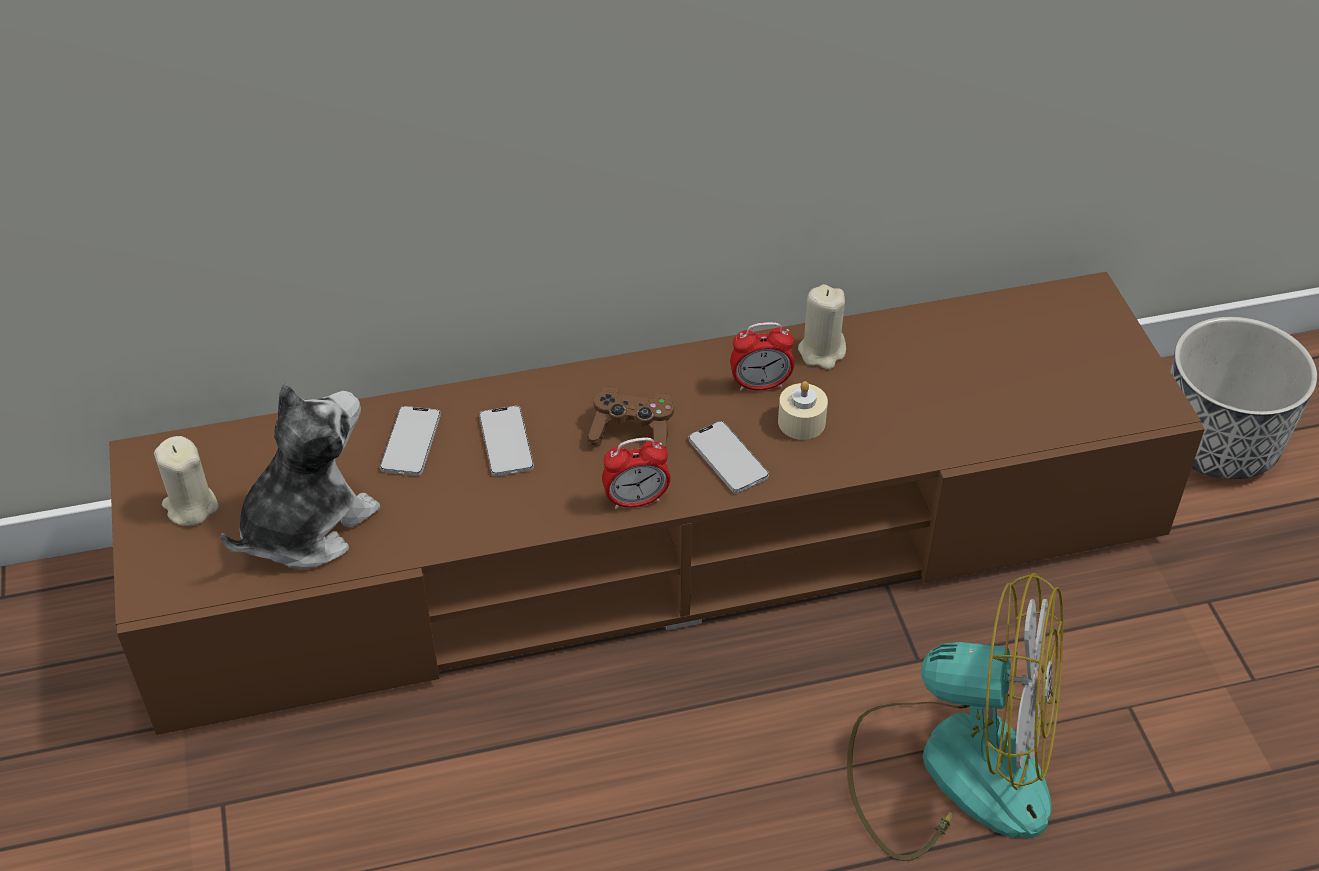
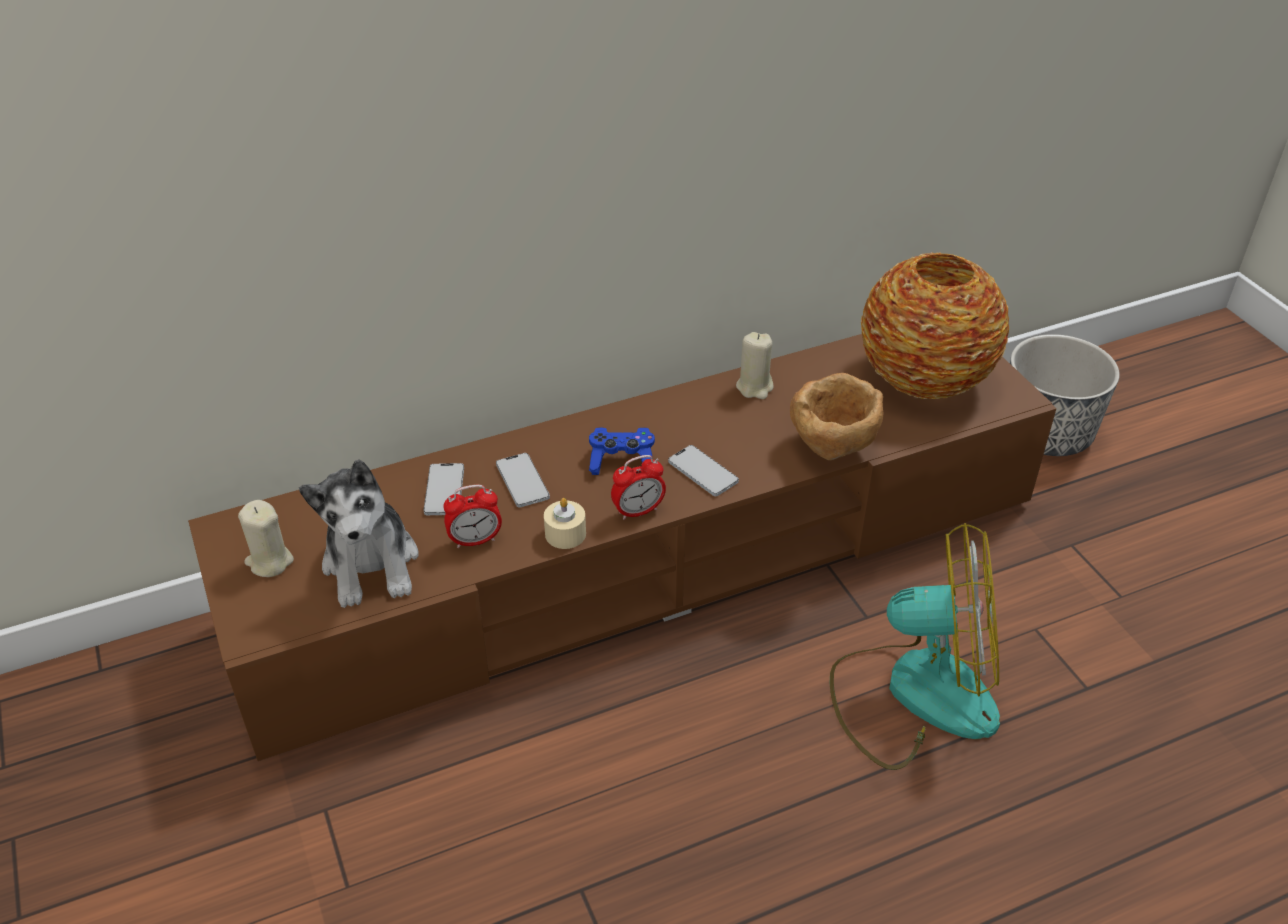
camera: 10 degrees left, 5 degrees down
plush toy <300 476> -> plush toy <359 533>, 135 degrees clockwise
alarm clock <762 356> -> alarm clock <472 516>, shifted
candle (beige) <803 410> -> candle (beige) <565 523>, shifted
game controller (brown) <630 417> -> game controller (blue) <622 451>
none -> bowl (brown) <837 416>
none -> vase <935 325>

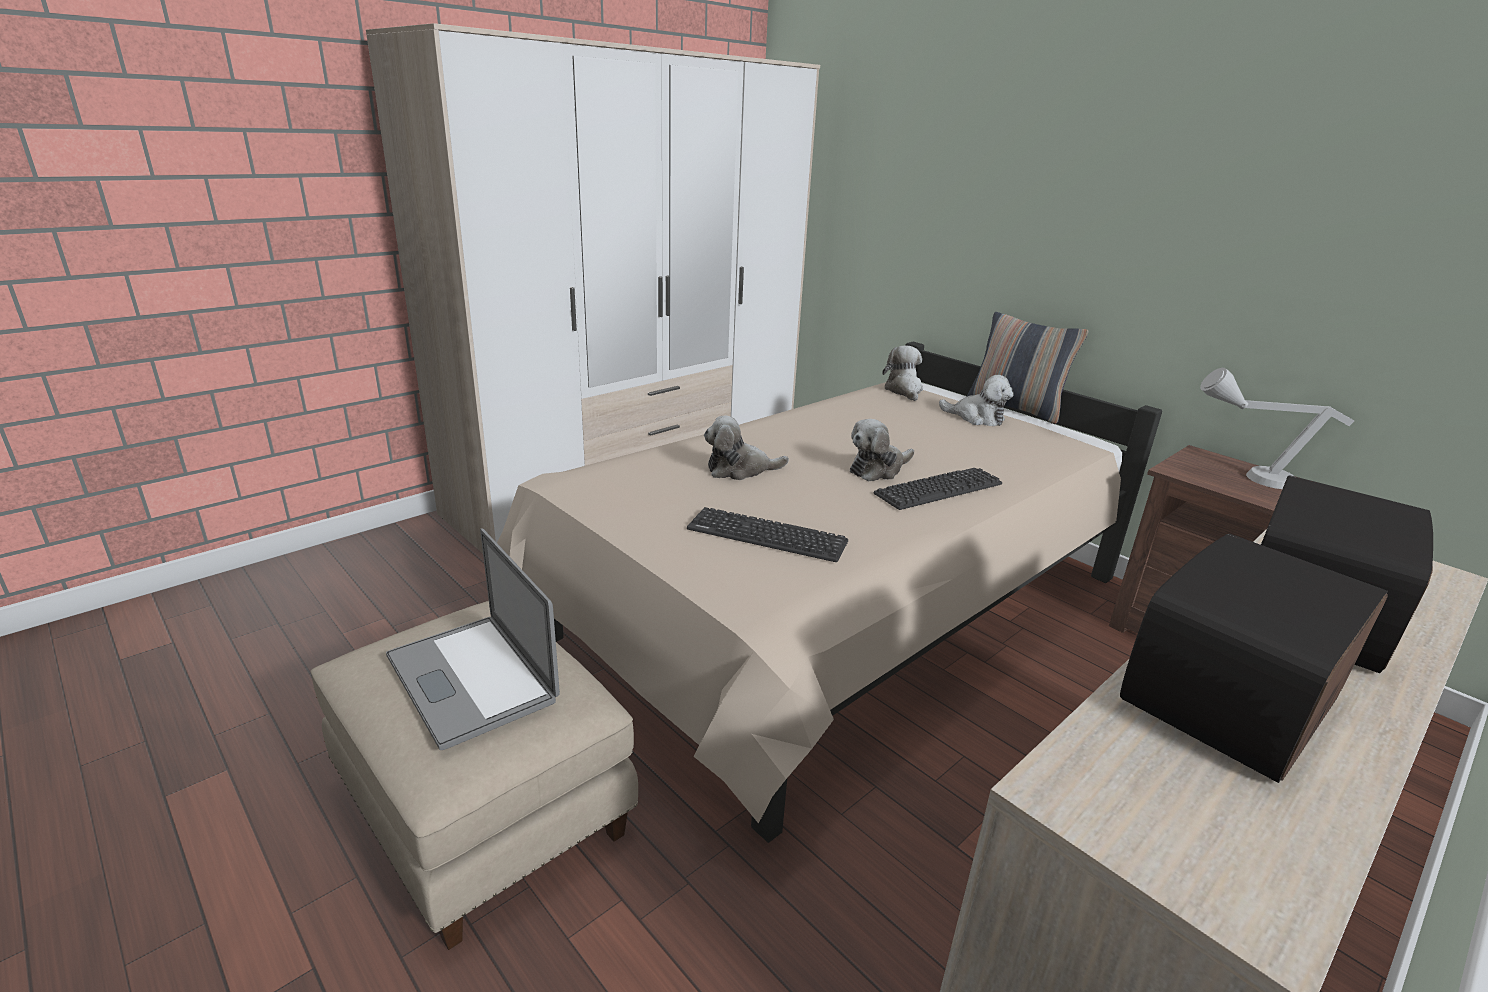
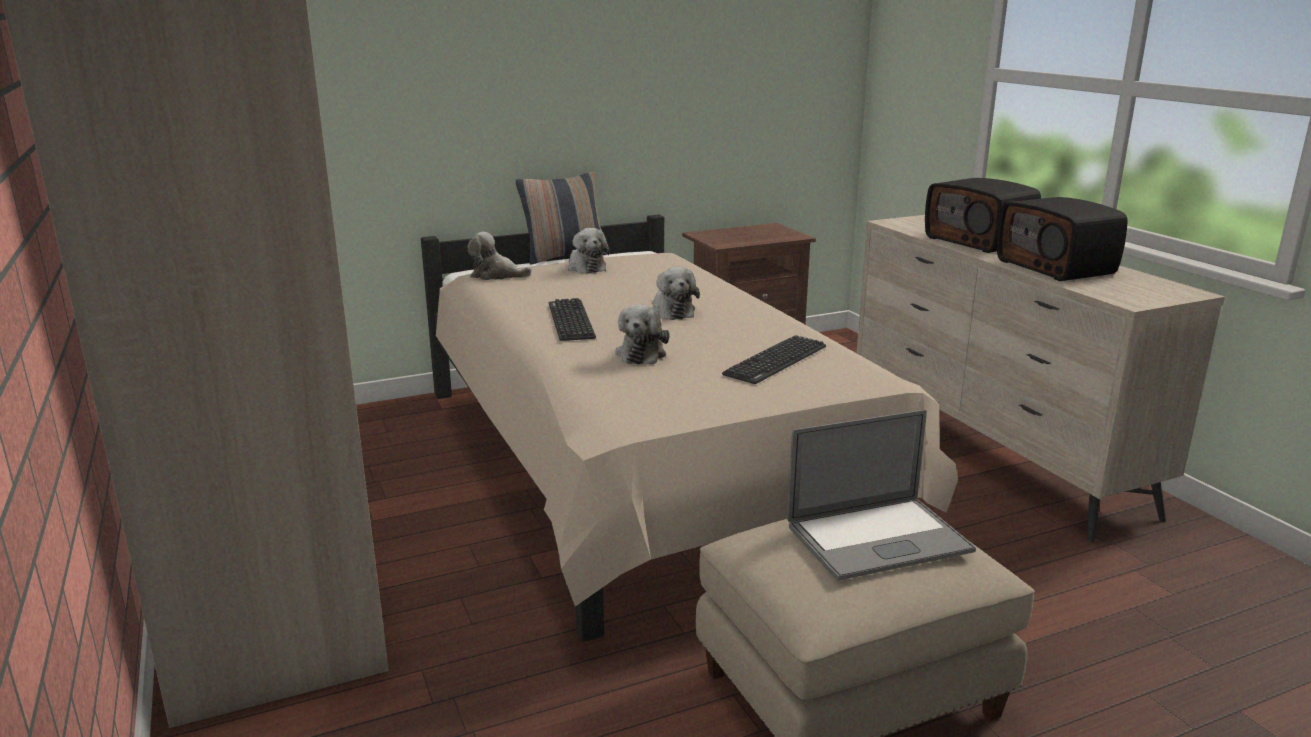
camera: 70 degrees left, 5 degrees down
keyboard <938 489> -> keyboard <572 319>, shifted
plush toy <976 400> -> plush toy <589 251>, 105 degrees clockwise
table lamp (grey) <1277 428> -> none

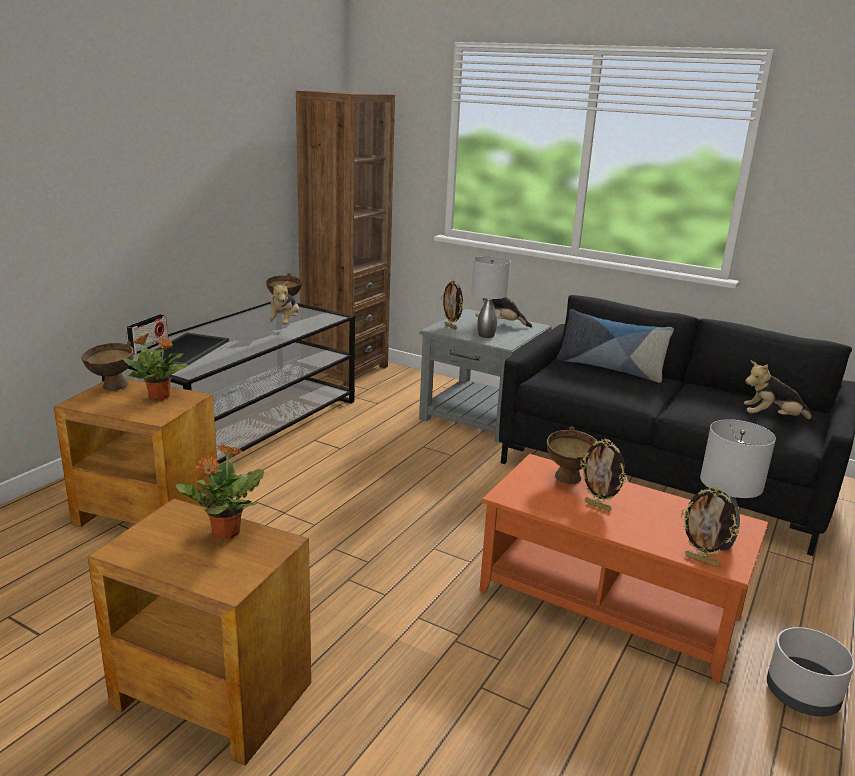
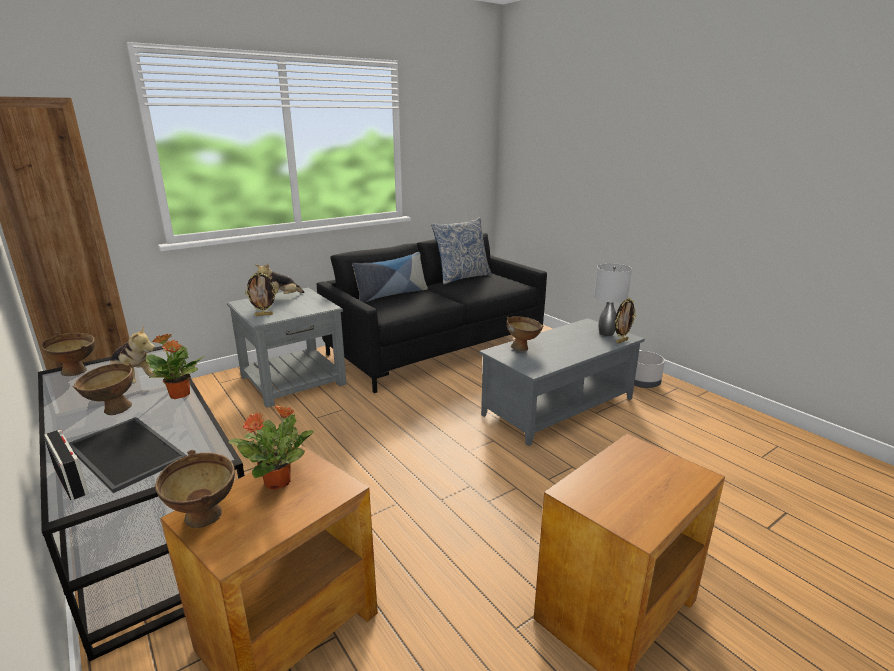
camera: 65 degrees left, 0 degrees up
none -> bowl (brown) <102 389>
potted plant <220 491> -> potted plant <175 366>, shifted
none -> pillow <461 251>
coffee table (orange) <624 569> -> coffee table (grey) <562 382>
table lamp (grey) <491 297> -> none
picture frame <603 475> -> none
plush toy <779 391> -> none

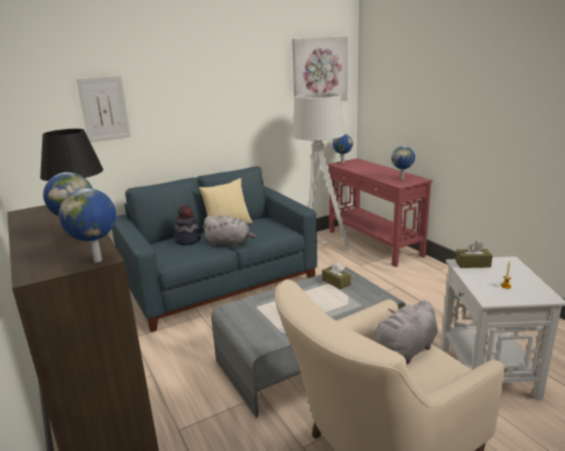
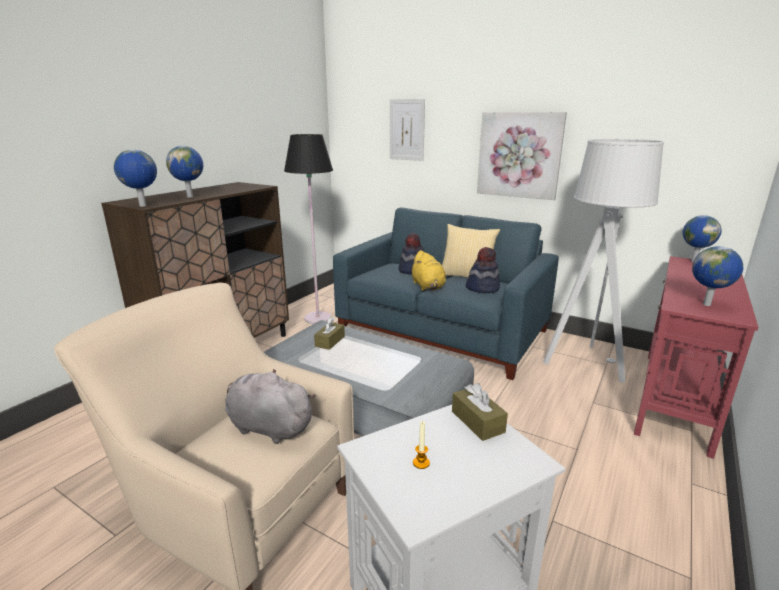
camera: 60 degrees right, 0 degrees up
tissue box (brown) <336 276> -> tissue box (brown) <329 333>, shifted
plush toy (grey) <229 231> -> plush toy (yellow) <428 270>
none -> hat <483 270>
picture <320 68> -> picture <522 156>, shifted

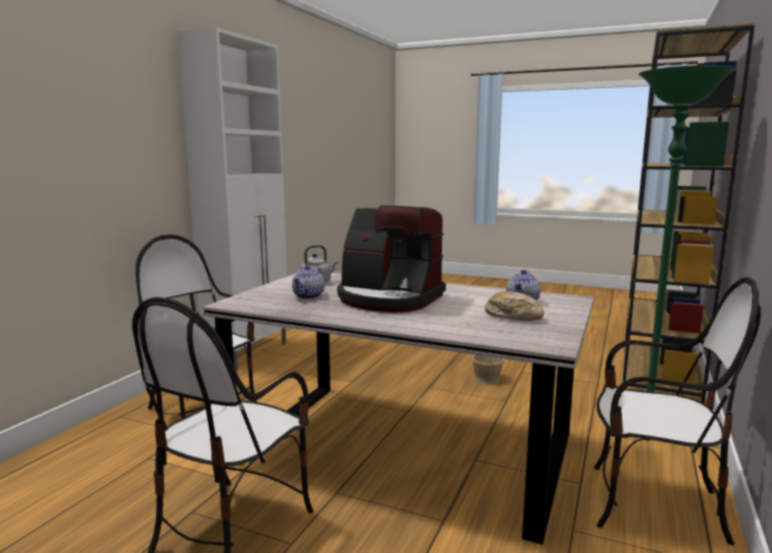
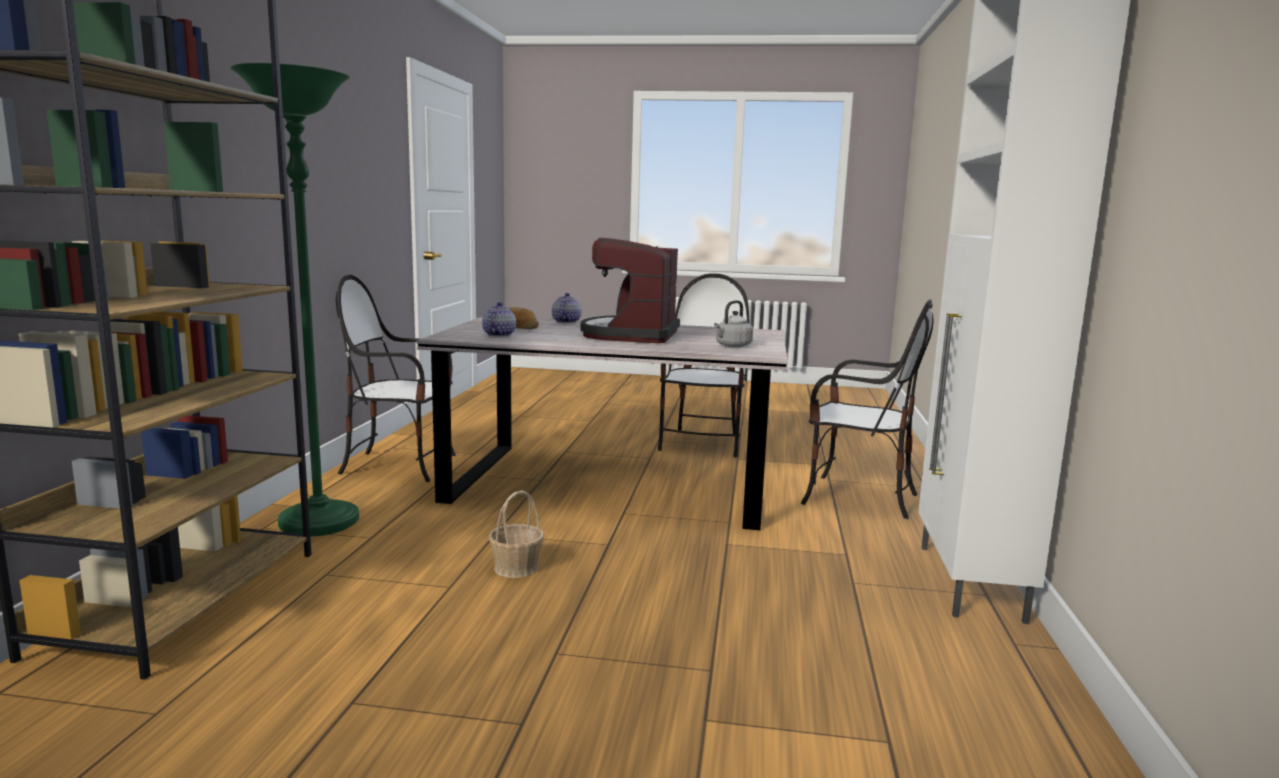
camera: 165 degrees right, 0 degrees up
teapot <308 282> -> teapot <567 308>, shifted
coffee machine <391 258> -> coffee machine <630 290>, 90 degrees counterclockwise

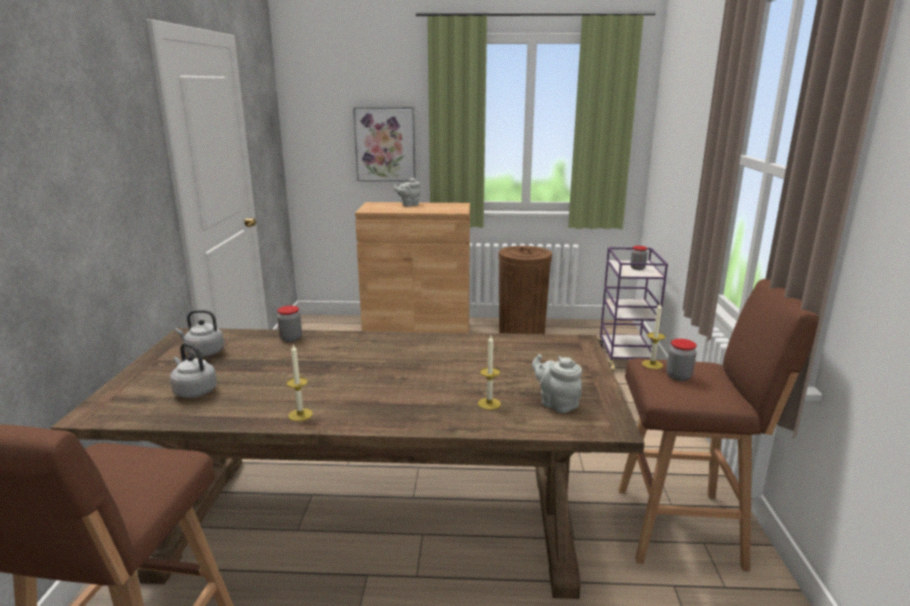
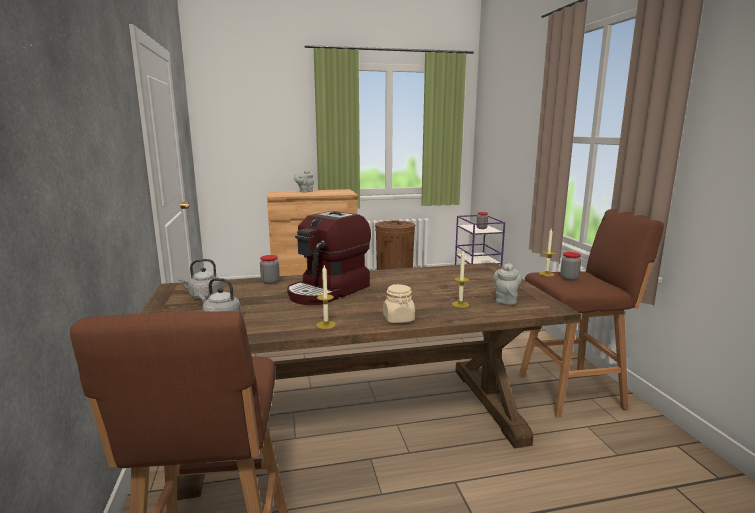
camera: 15 degrees left, 5 degrees down
none -> coffee machine <329 258>
none -> jar (beige) <399 303>
teapot (grey) <557 383> -> teapot (grey) <507 284>, 75 degrees clockwise
picture <384 144> -> none

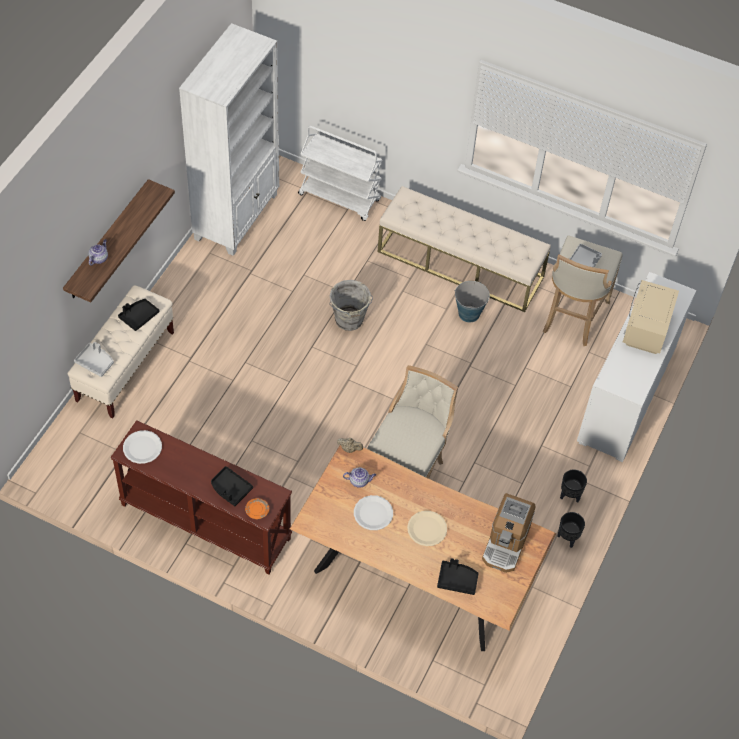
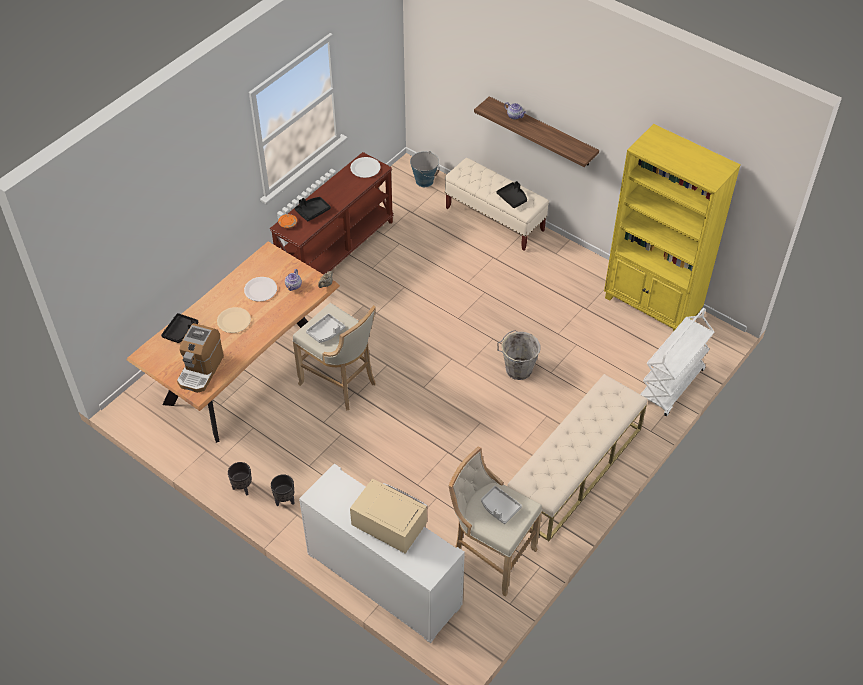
camera: 105 degrees right, 5 degrees down
coffee machine <509 533> -> coffee machine <200 358>, 105 degrees counterclockwise
tray (grey) <94 359> -> tray (grey) <325 328>, shifted
bucket <472 302> -> bucket <424 169>, shifted
bookcase (white) <229 139> -> bookcase (yellow) <672 228>

